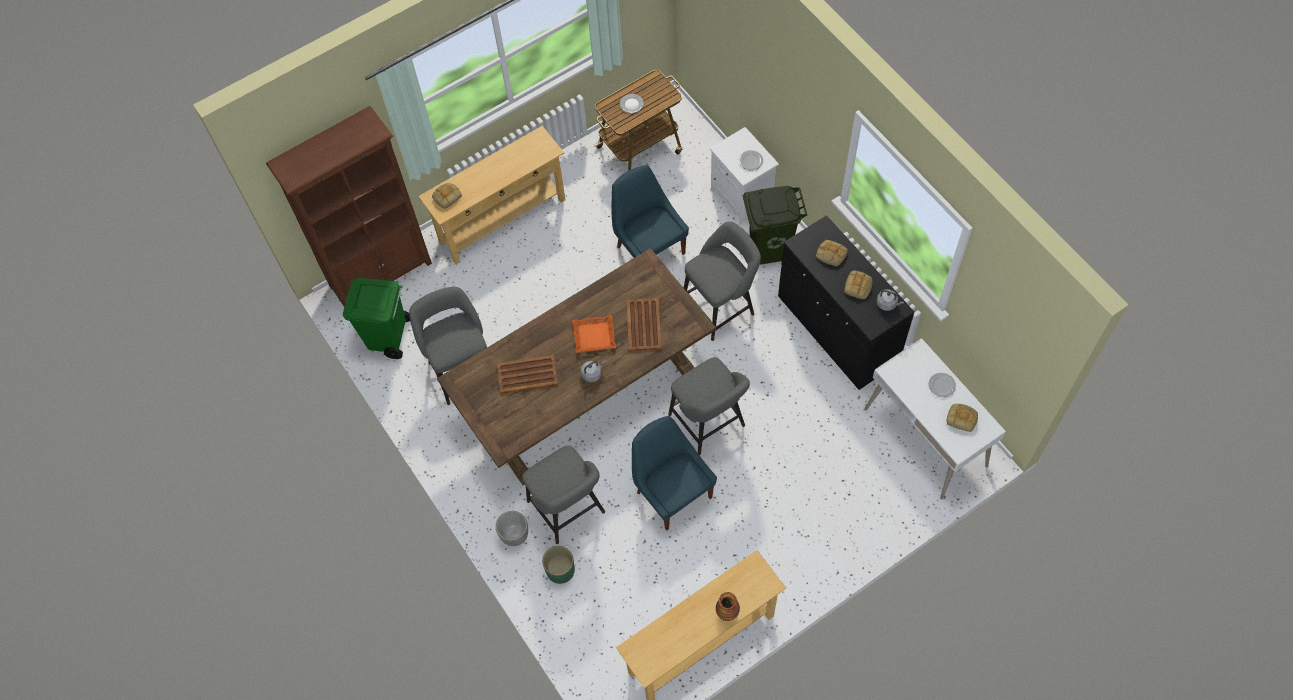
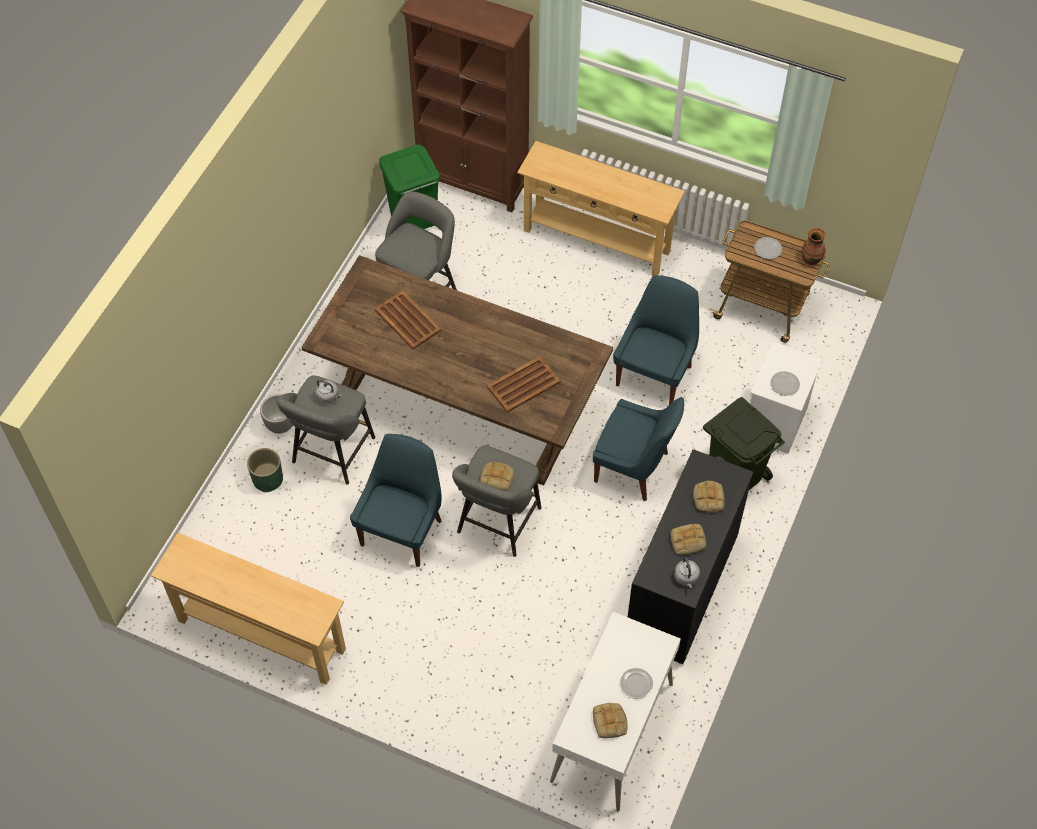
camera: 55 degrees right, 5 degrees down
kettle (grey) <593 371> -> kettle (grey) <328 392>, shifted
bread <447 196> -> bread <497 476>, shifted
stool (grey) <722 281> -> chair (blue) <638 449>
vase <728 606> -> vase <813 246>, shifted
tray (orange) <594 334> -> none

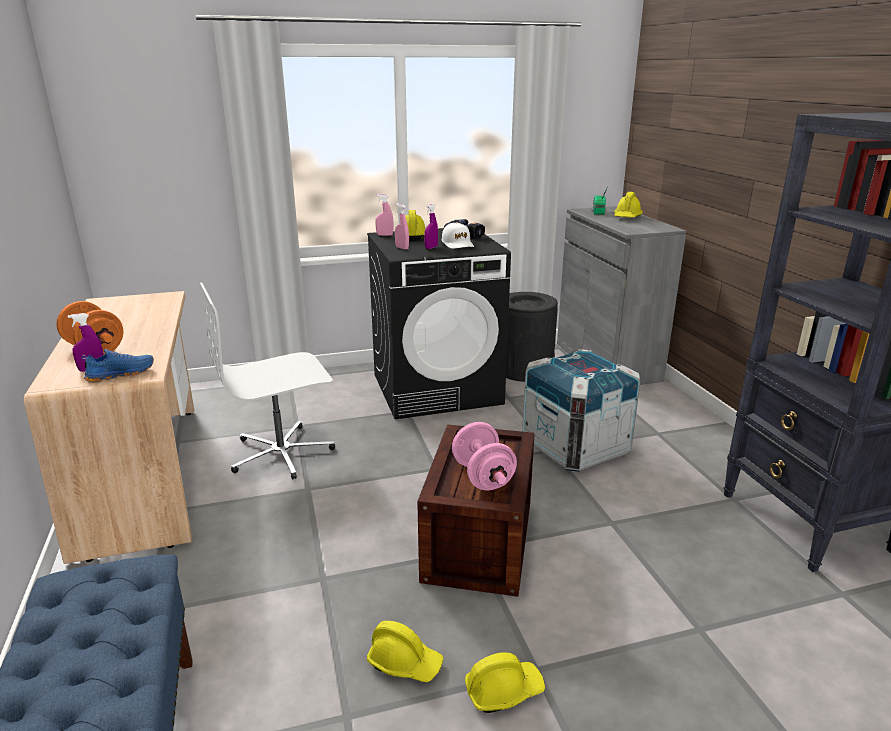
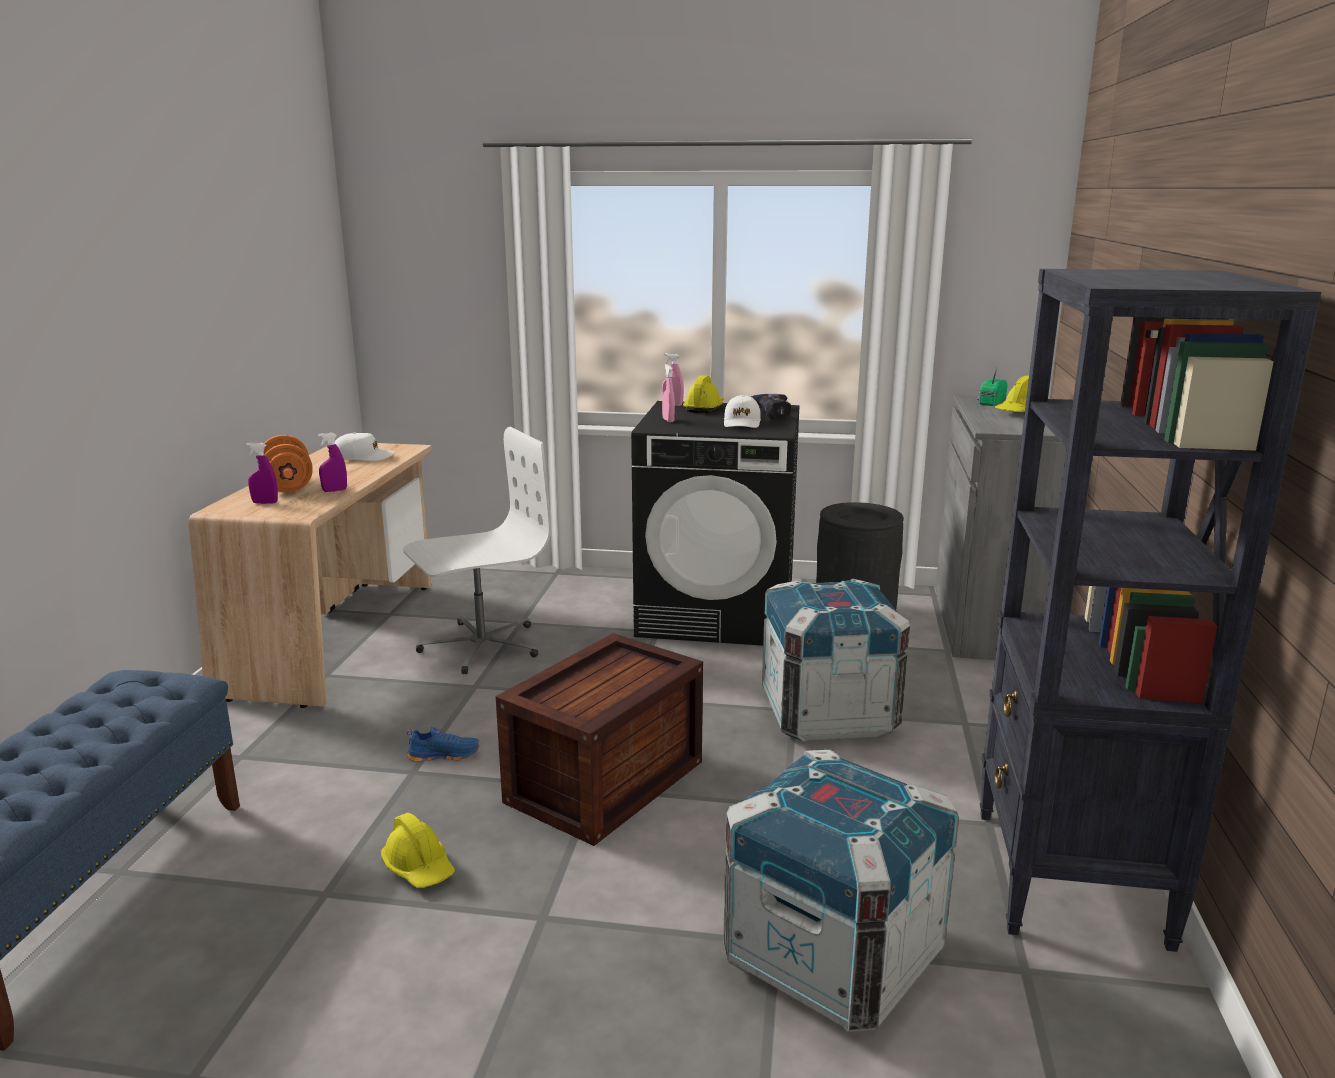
camera: 25 degrees right, 5 degrees down
spray bottle (purple) <431 226> -> spray bottle (purple) <332 462>, shifted
none -> cap (white) <364 446>
office chair (white) <267 381> -> office chair (white) <477 550>, 150 degrees clockwise
shoe (blue) <117 365> -> shoe (blue) <443 744>, shifted
none -> crate <841 891>
dumbbell (pink) <484 456> -> none
hard hat (yellow) <505 682> -> none

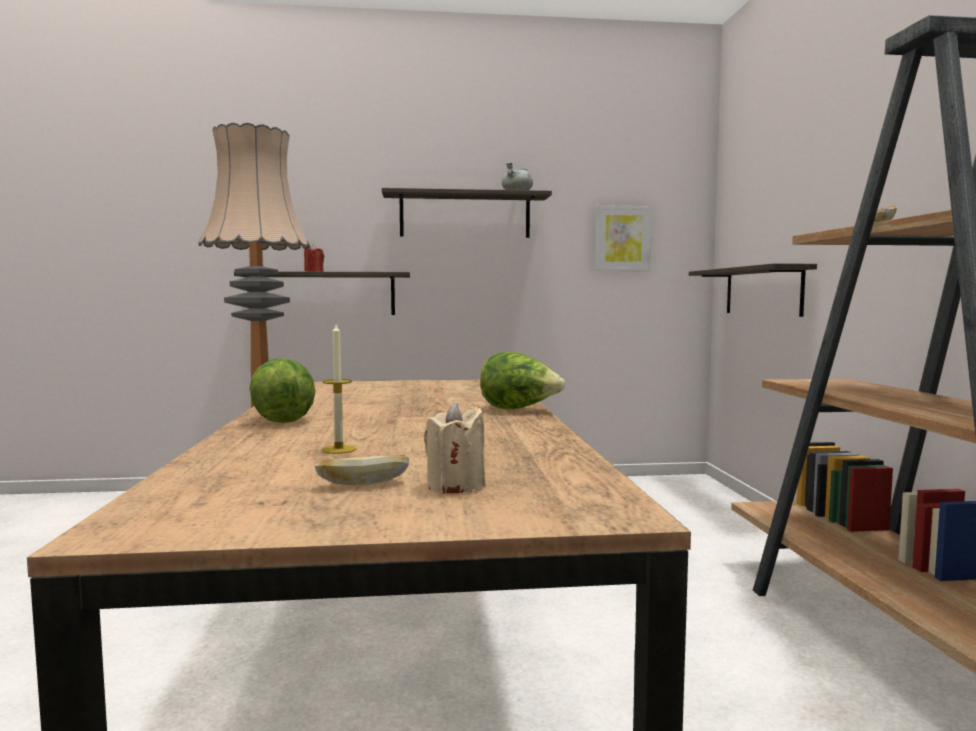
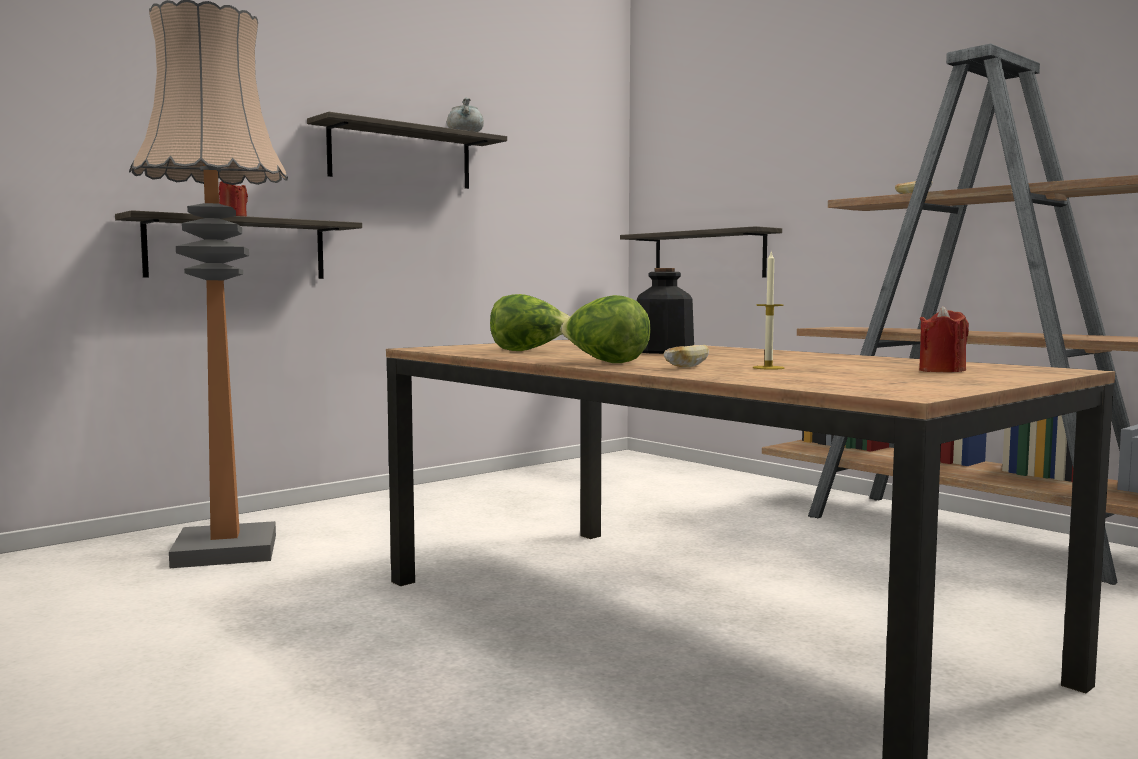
camera: 35 degrees left, 0 degrees up
lettuce <522 381> -> lettuce <530 322>, shifted
none -> bottle <665 311>
bread <362 469> -> bread <686 356>, shifted
candle (beige) <454 448> -> candle (red) <944 339>
picture <623 238> -> none

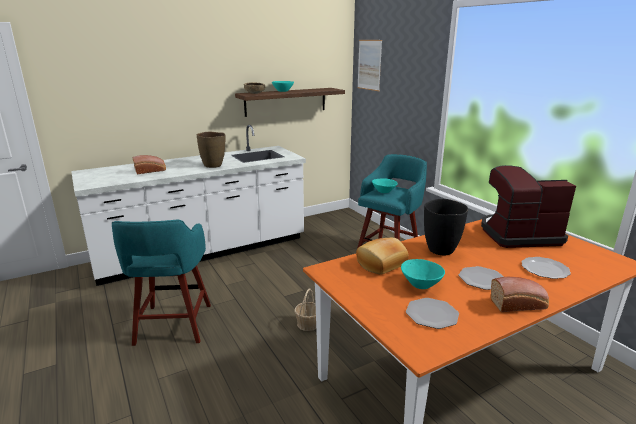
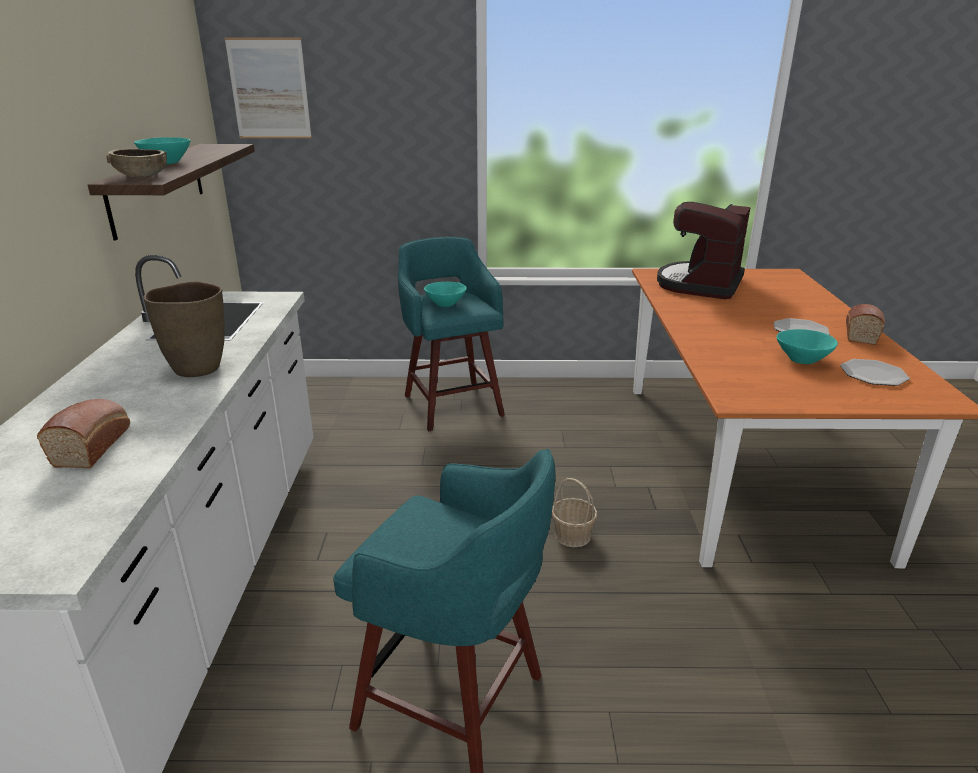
camera: 60 degrees left, 5 degrees up
bread <382 256> -> none
vase (black) <446 227> -> none
plate <546 268> -> none

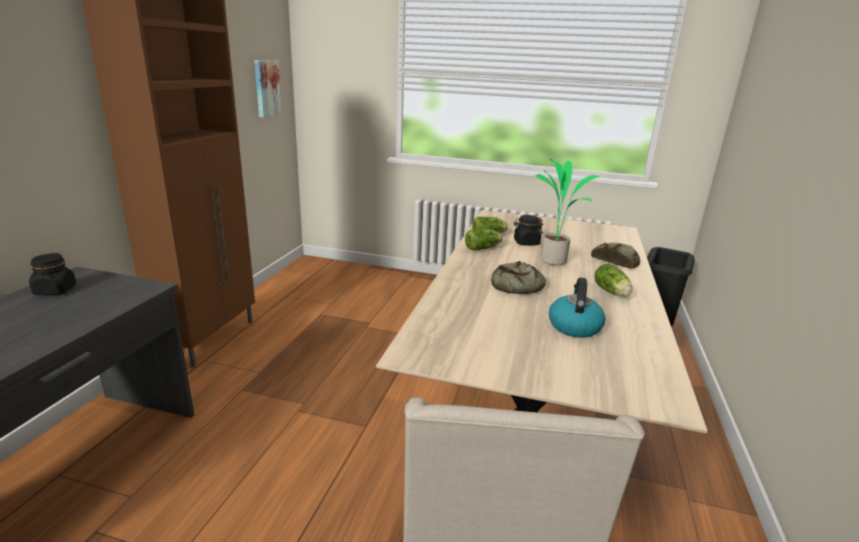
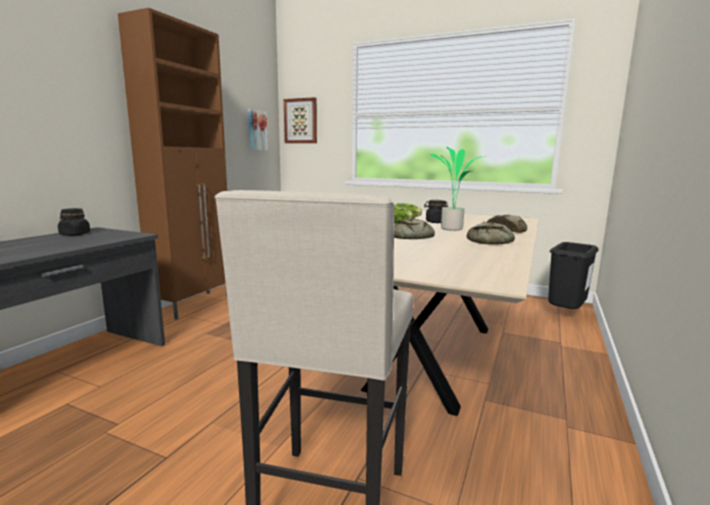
camera: 10 degrees right, 10 degrees down
none -> picture <300 120>
lettuce <613 280> -> bread <491 233>
kettle <577 308> -> none

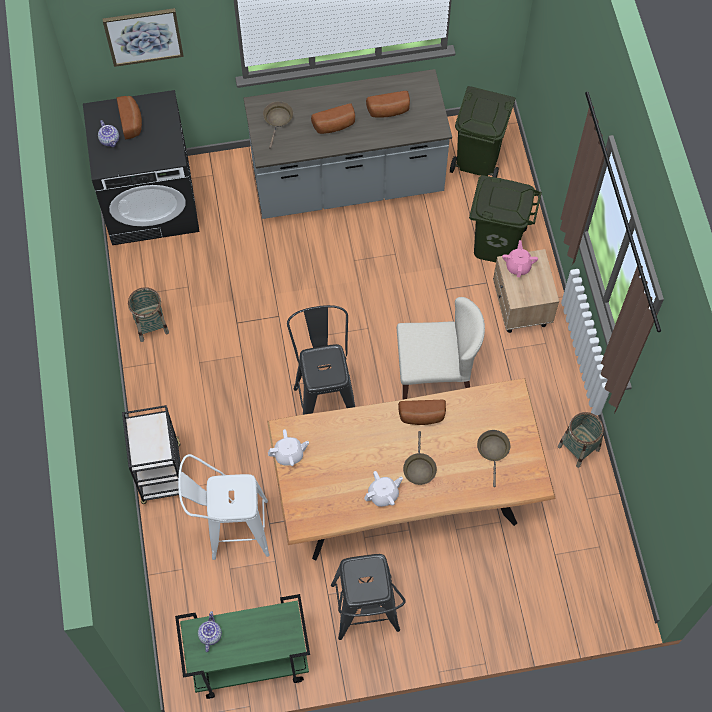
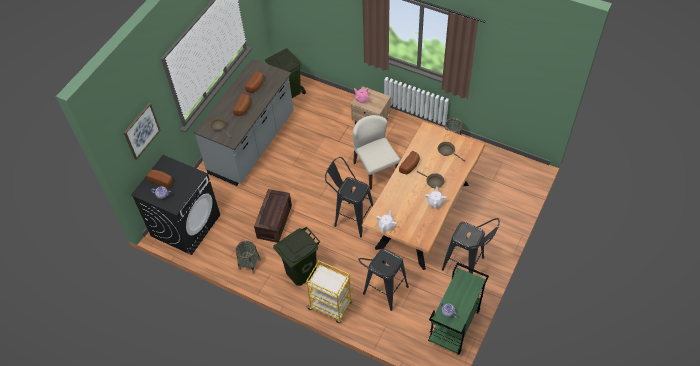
camera: 50 degrees left, 10 degrees down
none -> crate <273 216>
trash can (green) <505 218> -> trash can (green) <297 256>, shifted
cart (black) <152 454> -> cart (yellow) <329 292>
chair (beige) <441 348> -> chair (beige) <376 152>, 60 degrees counterclockwise
stool (white) <224 507> -> stool (black) <383 279>

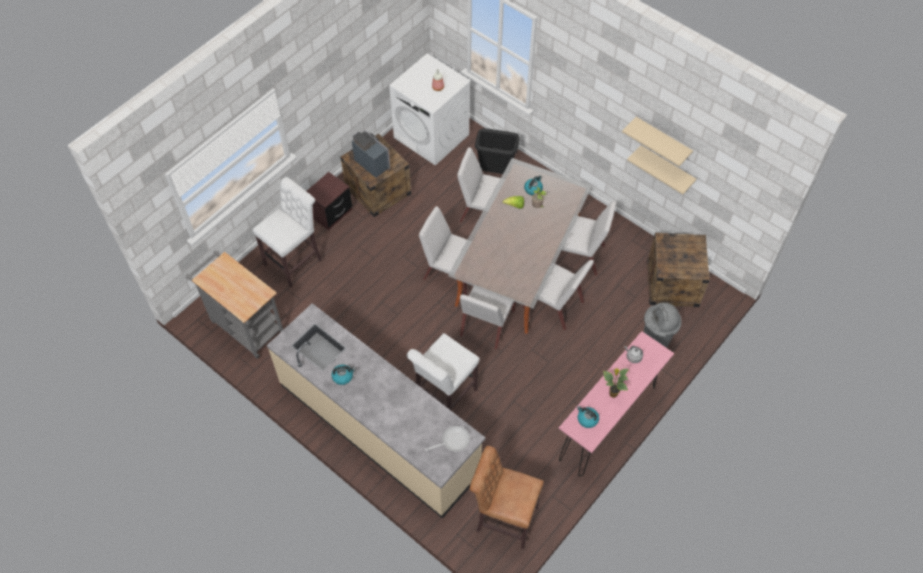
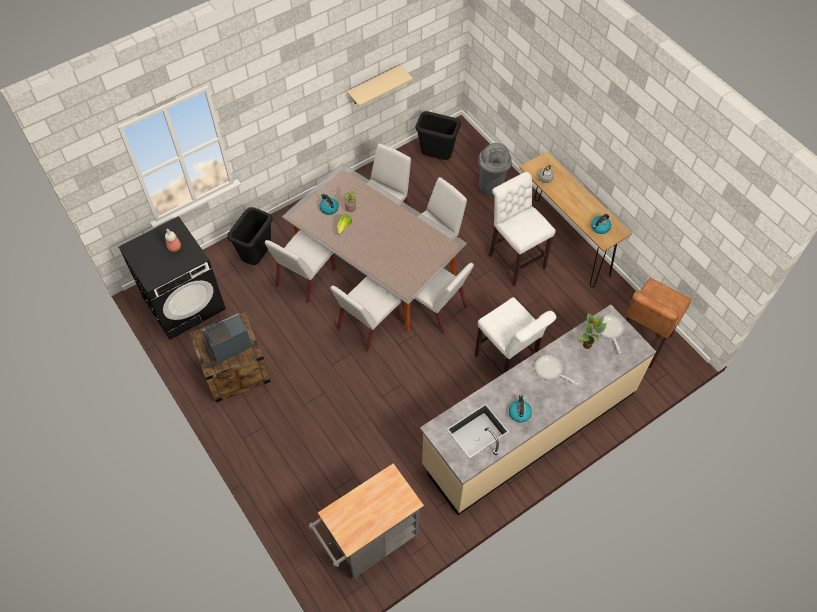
camera: 75 degrees left, 0 degrees up
washing machine (white) <430 109> -> washing machine (black) <172 278>
crate <678 270> -> trash can (black) <438 135>
stool (white) <287 232> -> stool (white) <522 229>, shifted
console table (pink) <616 403> -> console table (brown) <575 219>
none -> frying pan <556 370>
potted plant <616 383> -> potted plant <592 331>, shifted
nightstand (brown) <329 201> -> none
shelf (beige) <657 141> -> none

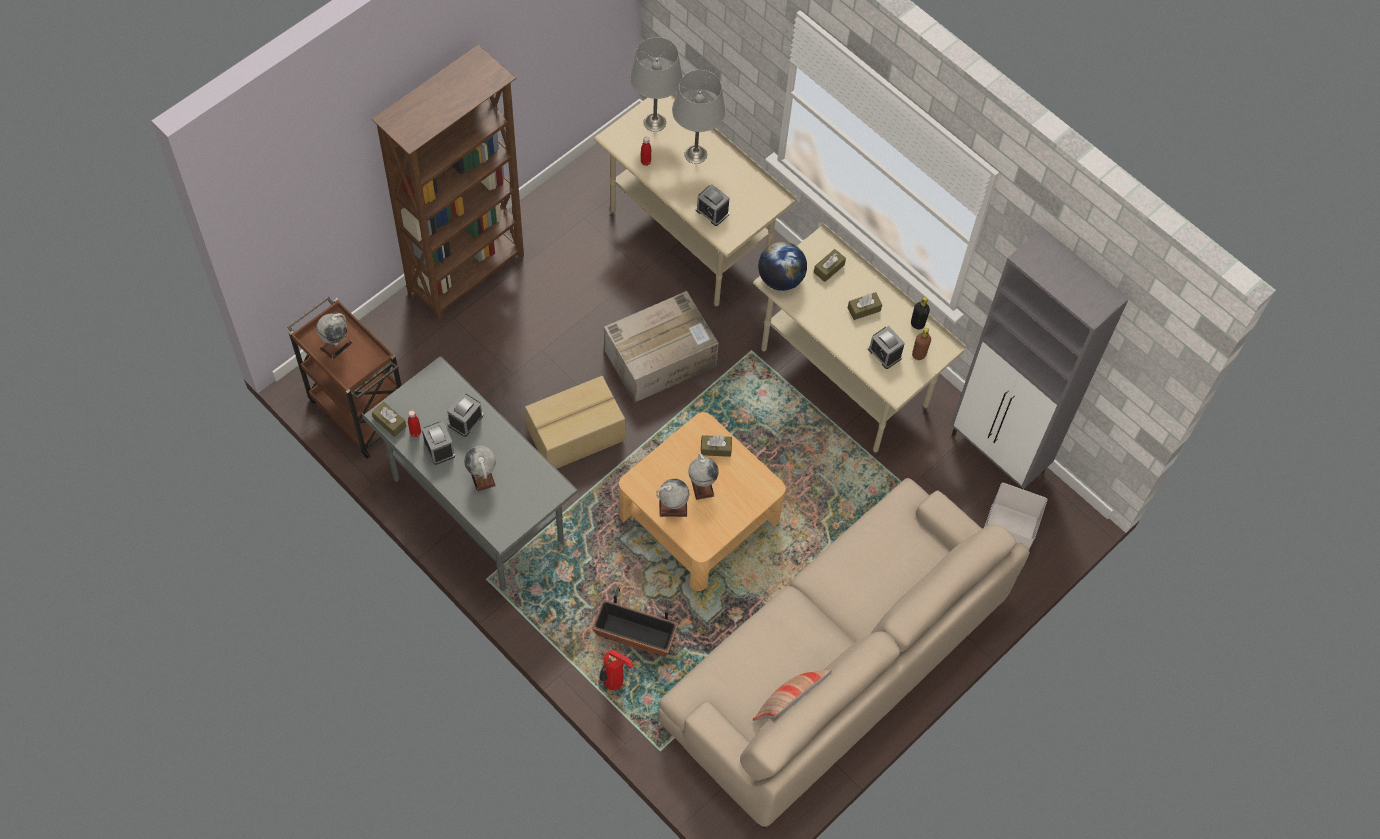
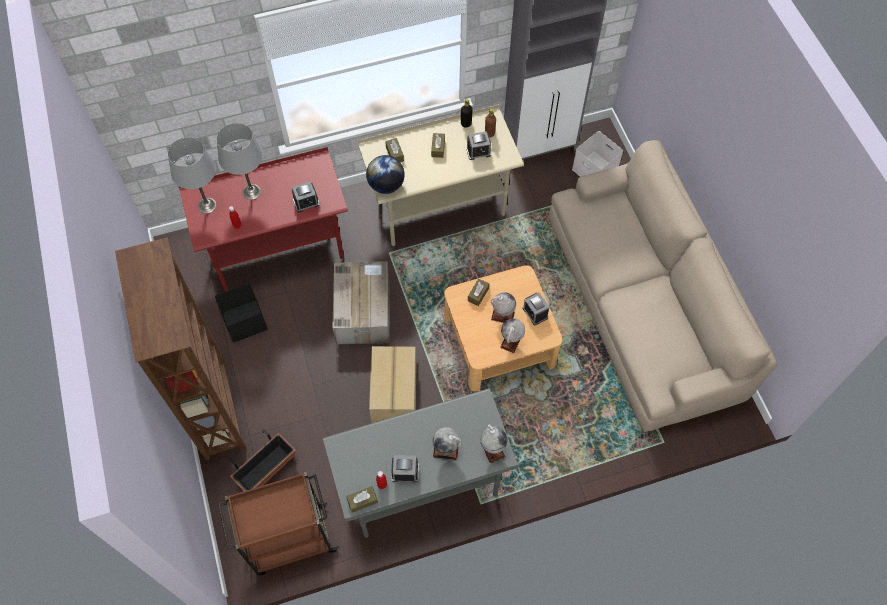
camera: 60 degrees left, 0 degrees up
desk (beige) <695 200> -> desk (red) <263 219>
none -> storage box (black) <241 313>
planter <635 622> -> planter <262 460>, shifted
globe <334 336> -> globe <494 444>, shifted
alarm clock <465 415> -> alarm clock <536 308>, shifted
fire extinguisher <616 669> -> none
pillow <792 695> -> none

